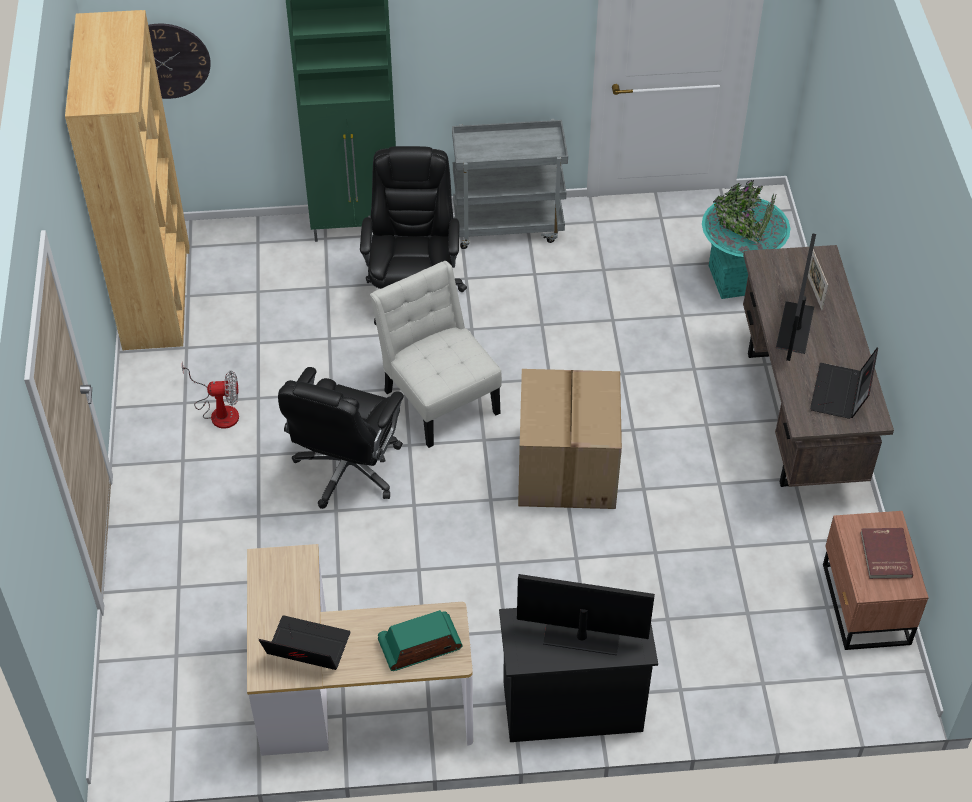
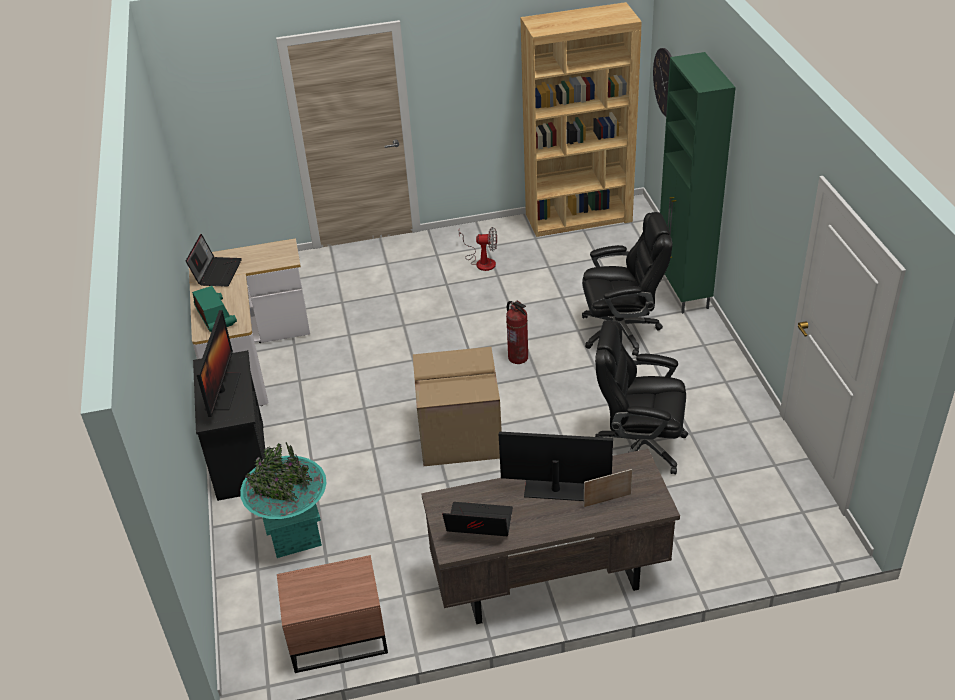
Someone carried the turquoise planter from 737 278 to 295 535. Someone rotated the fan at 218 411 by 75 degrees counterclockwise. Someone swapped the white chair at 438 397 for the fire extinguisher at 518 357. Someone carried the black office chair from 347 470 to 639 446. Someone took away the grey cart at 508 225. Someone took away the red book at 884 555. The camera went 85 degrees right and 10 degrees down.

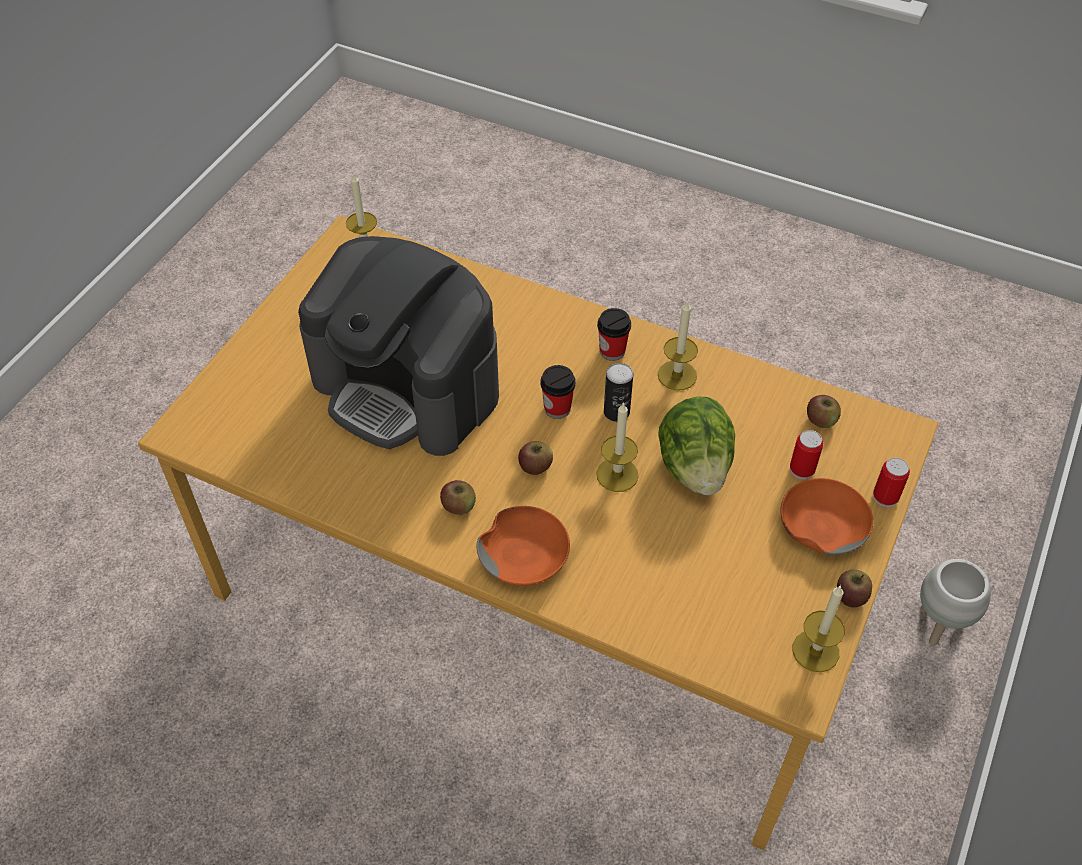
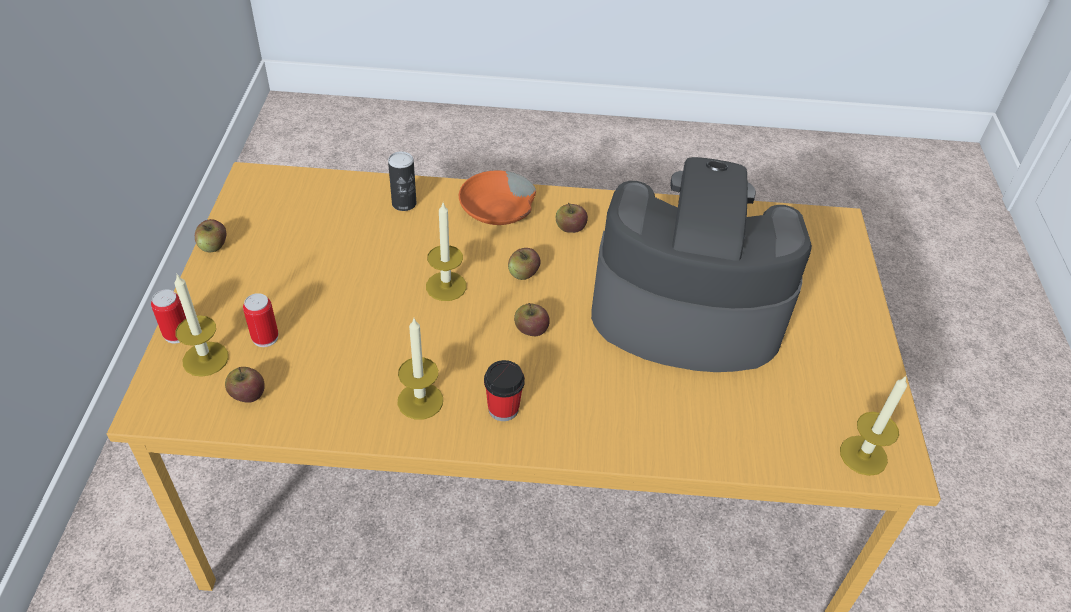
Someone carried the candle from 815 651 to 205 359. Someone carried the can from 616 412 to 404 203. Someone swapped the cup at 557 408 for the apple at 531 330. Someone took away the lettuce at 694 467. Someone took away the orange bowl at 821 525. Someone took away the white planter at 938 626. The camera went 155 degrees right and 5 degrees down.

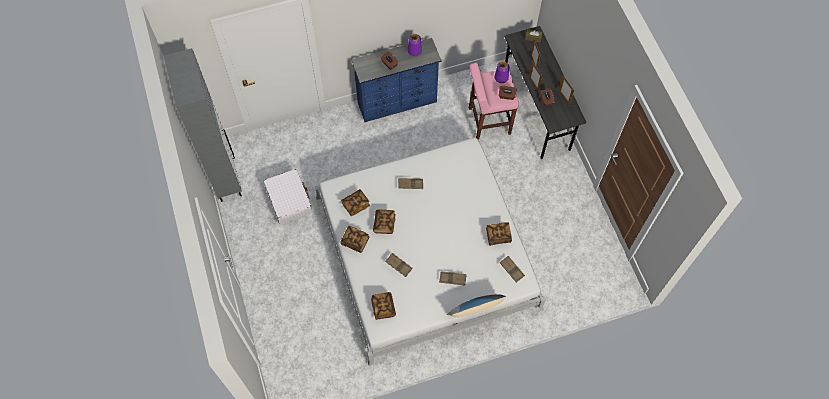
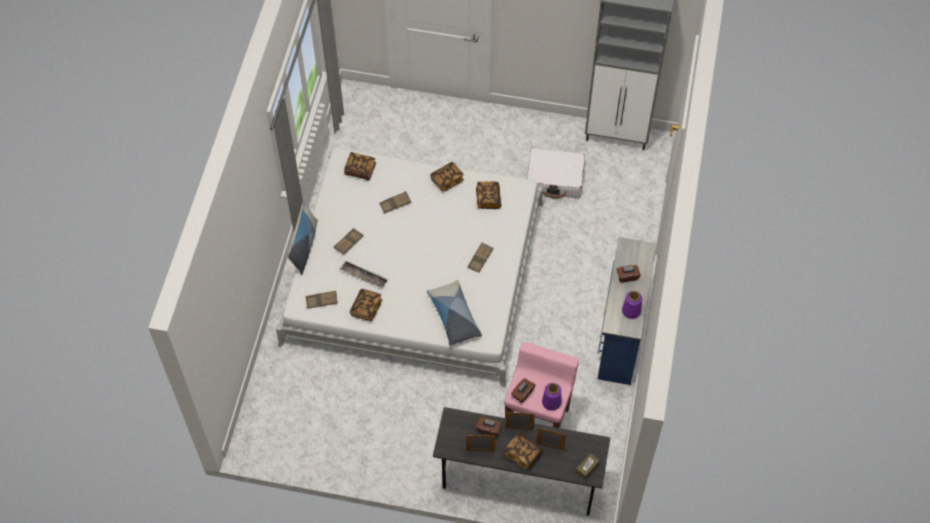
Someone put down the tray at 364 276. Someone put down the pillow at 454 317. Someone carried the book from 384 224 to 523 454. The camera went 120 degrees right and 5 degrees down.

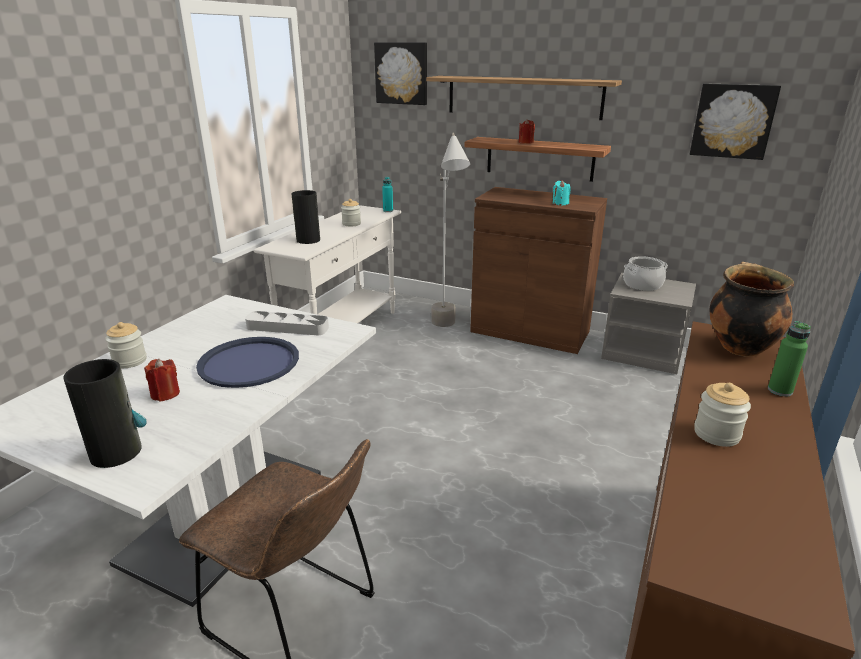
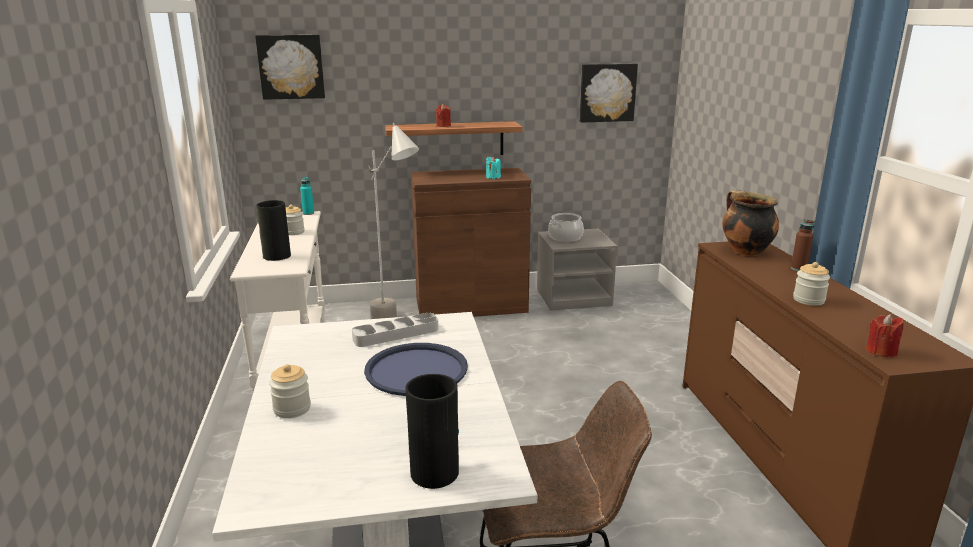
Someone repainted the green bottle at 780 390, which became the brown bottle at 798 269. Someone carried the red candle from 165 394 to 881 351. Someone took away the shelf at 523 97. The camera went 35 degrees left and 5 degrees down.

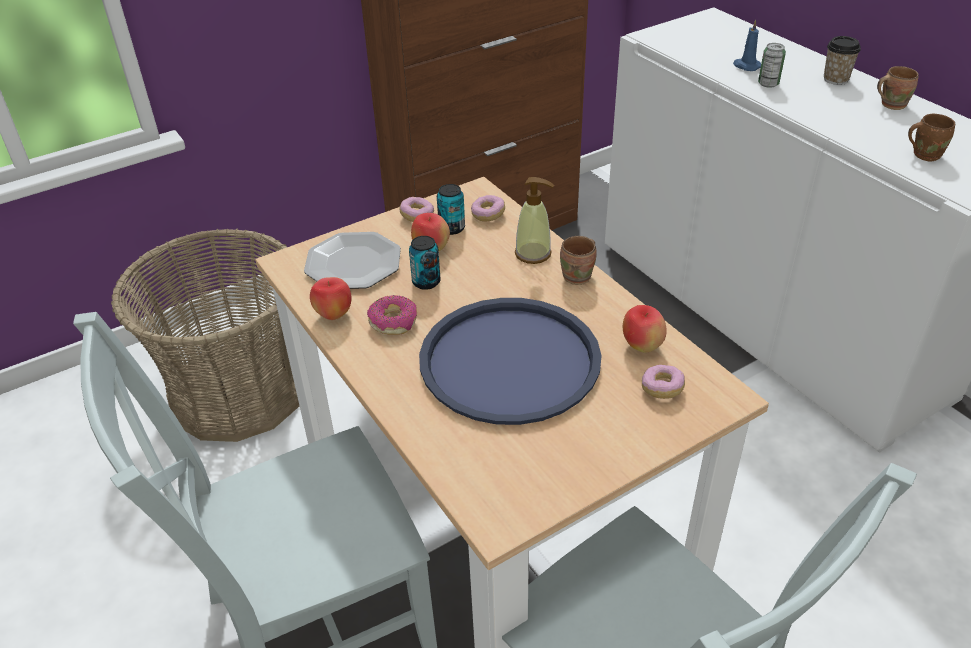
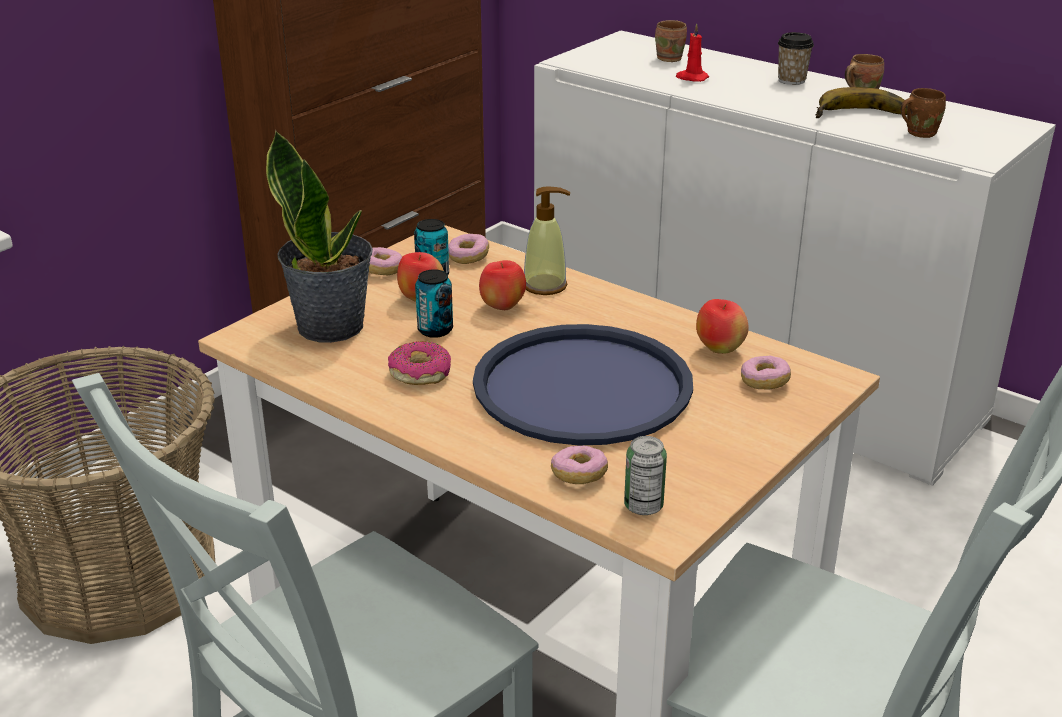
Someone swapped the plate at 353 263 for the potted plant at 331 326. Someone carried the apple from 334 315 to 502 307. Someone put down the donut at 579 475. Someone carried the can from 768 84 to 643 506. Someone carried the brown mug from 579 277 to 671 58. Someone repainted the blue candle at 746 66, which became the red candle at 691 78. Someone put down the banana at 862 116. The camera went 20 degrees left and 10 degrees down.

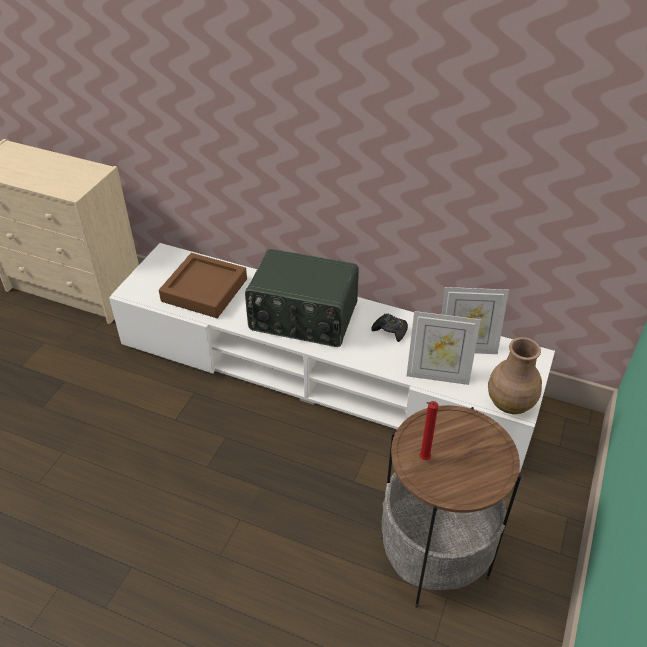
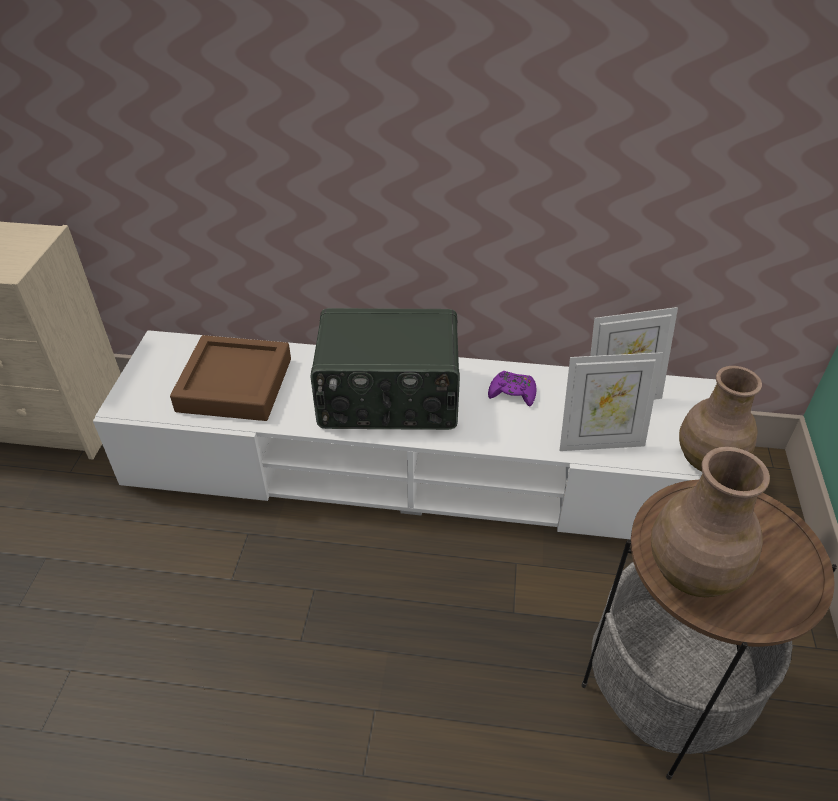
Someone repainted the black game controller at 390 330, which became the purple game controller at 512 393. Someone swapped the red candle at 423 459 for the brown vase at 690 572. The camera went 15 degrees left and 0 degrees up.

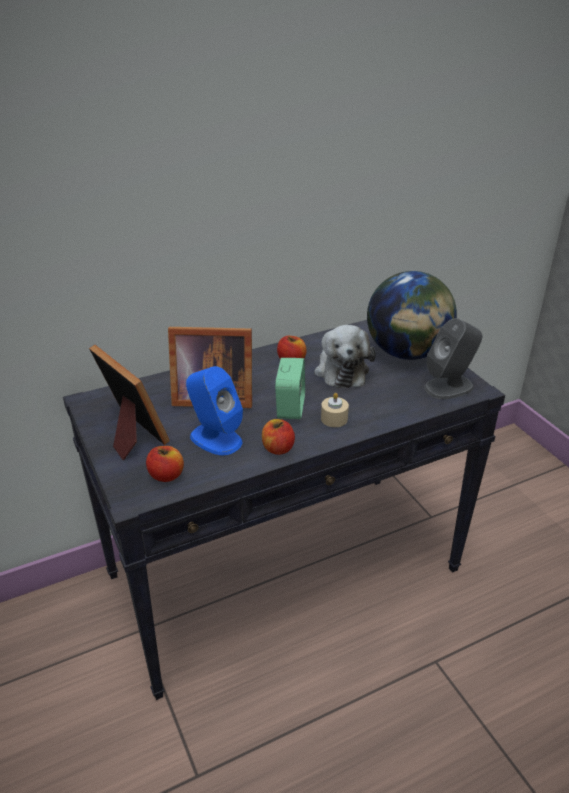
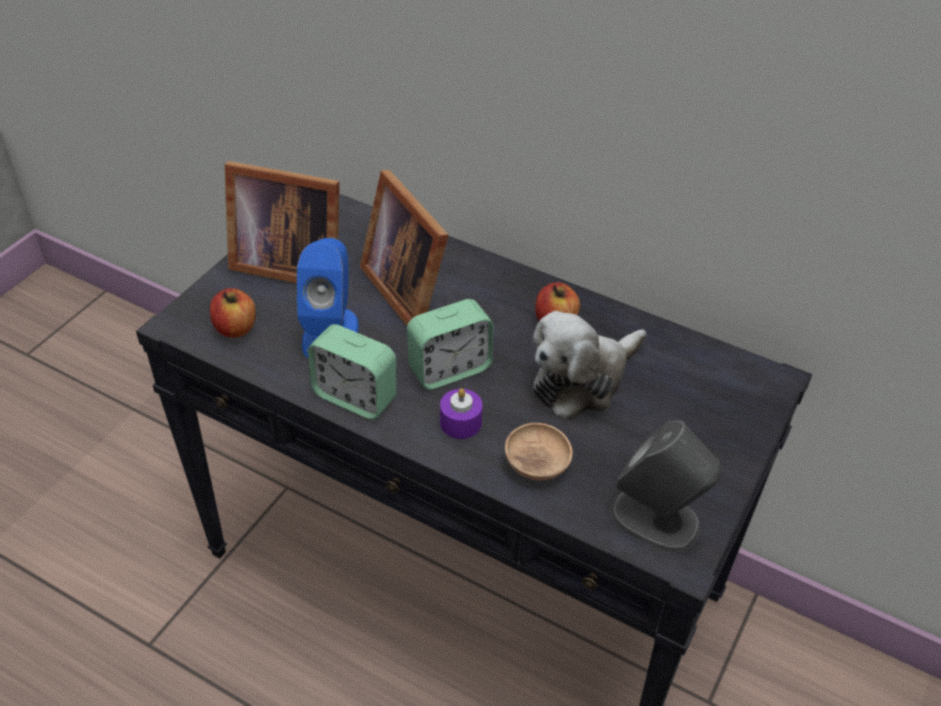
Someone rotated the picture frame at 130 433 by 90 degrees clockwise. Someone swapped the apple at 278 448 for the alarm clock at 355 397. Someone repainted the beige candle at 334 419, which became the purple candle at 460 422. Someone put down the brown bowl at 537 464. Someone took away the globe at 407 353. The camera went 55 degrees right and 10 degrees up.

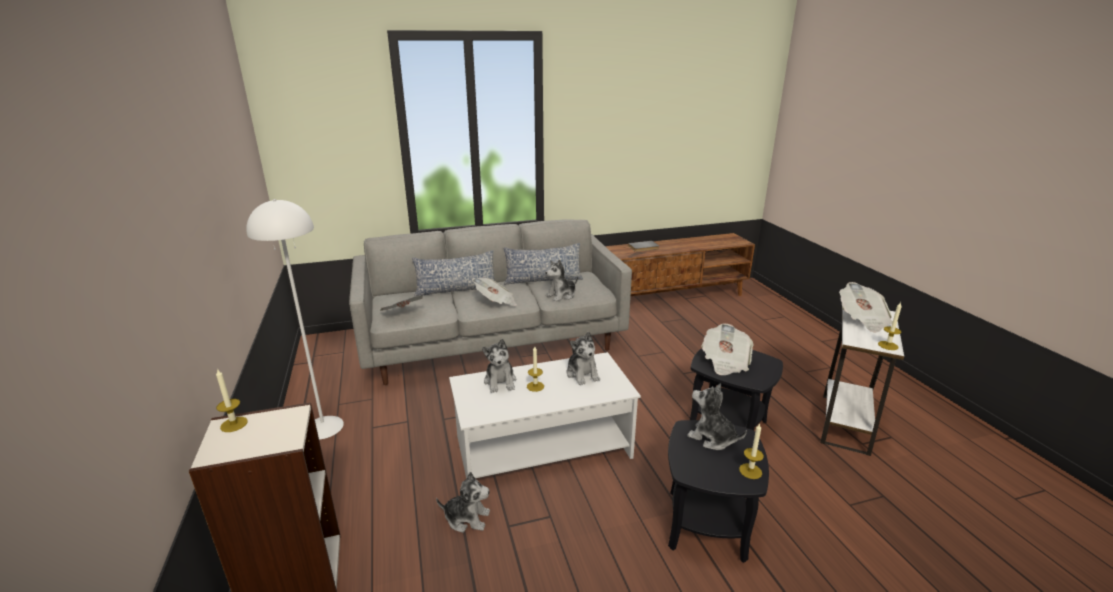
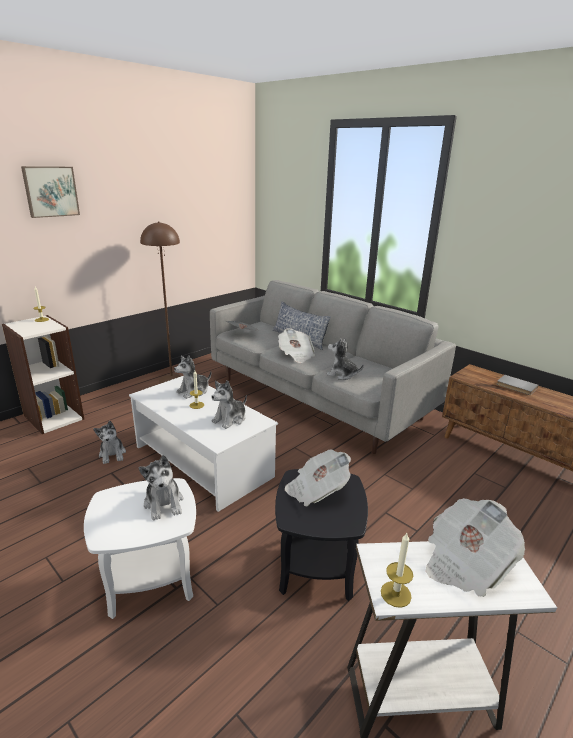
Someone put up the picture at 50 191. Someone repainted the black side table at 706 524, which became the white side table at 150 579. Someone rotated the plush toy at 712 438 by 150 degrees clockwise. Someone repainted the white floor lamp at 323 427, which became the brown floor lamp at 171 379. Someone took away the pillow at 543 280. Someone took away the candle at 750 471. The camera went 60 degrees right and 0 degrees up.

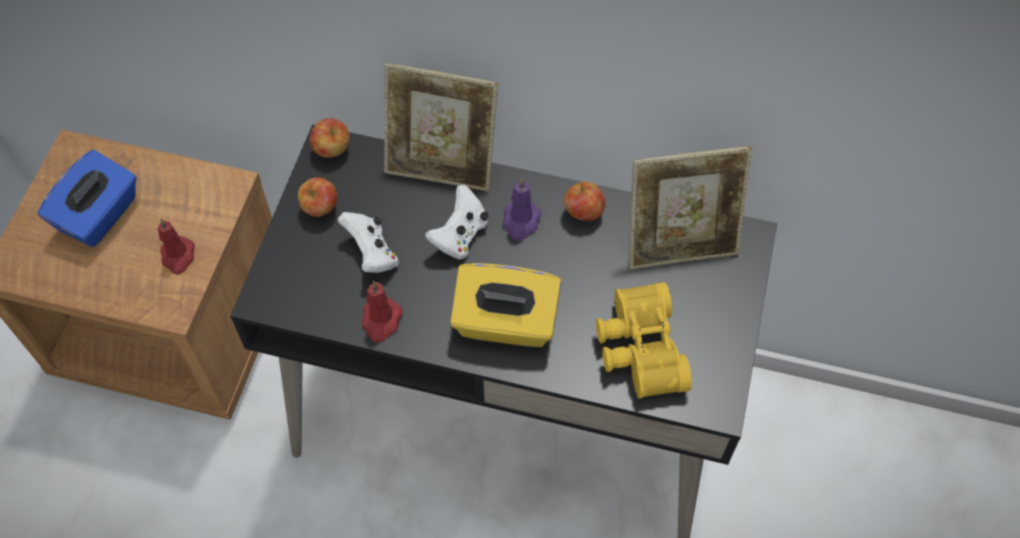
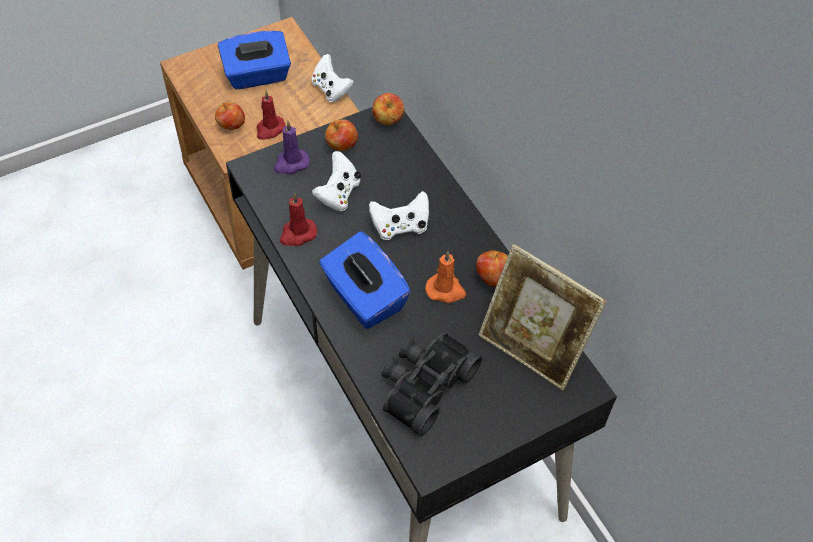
Someone put down the apple at 231 126. Someone carried the purple candle from 520 221 to 291 163. Someone put down the white game controller at 331 90. Someone repainted the yellow tissue box at 505 323, which became the blue tissue box at 364 297. Someone repainted the yellow binoculars at 637 349, which became the black binoculars at 423 384. Someone put down the orange candle at 446 290. Someone took away the picture frame at 442 166. The camera went 45 degrees right and 5 degrees down.

